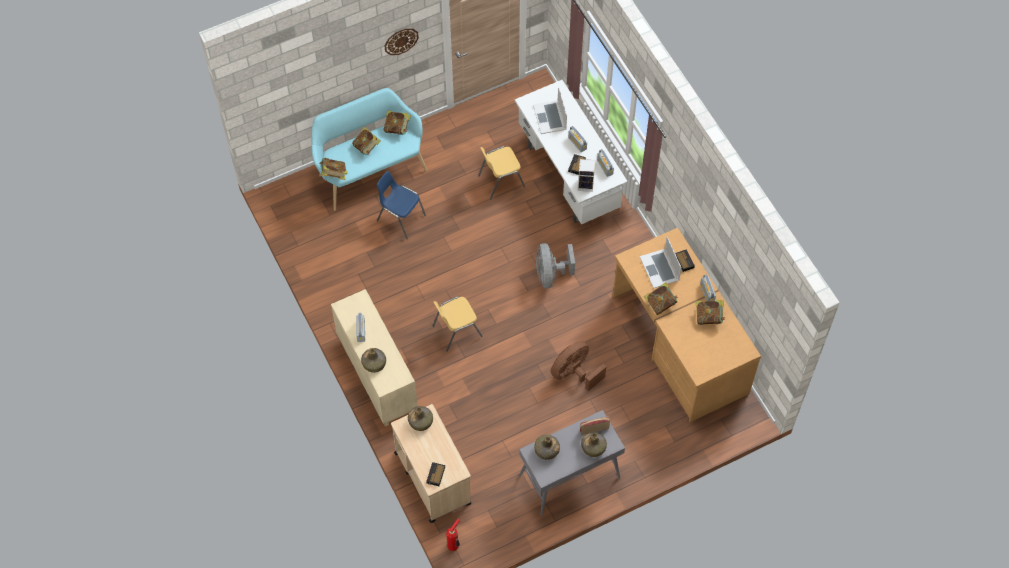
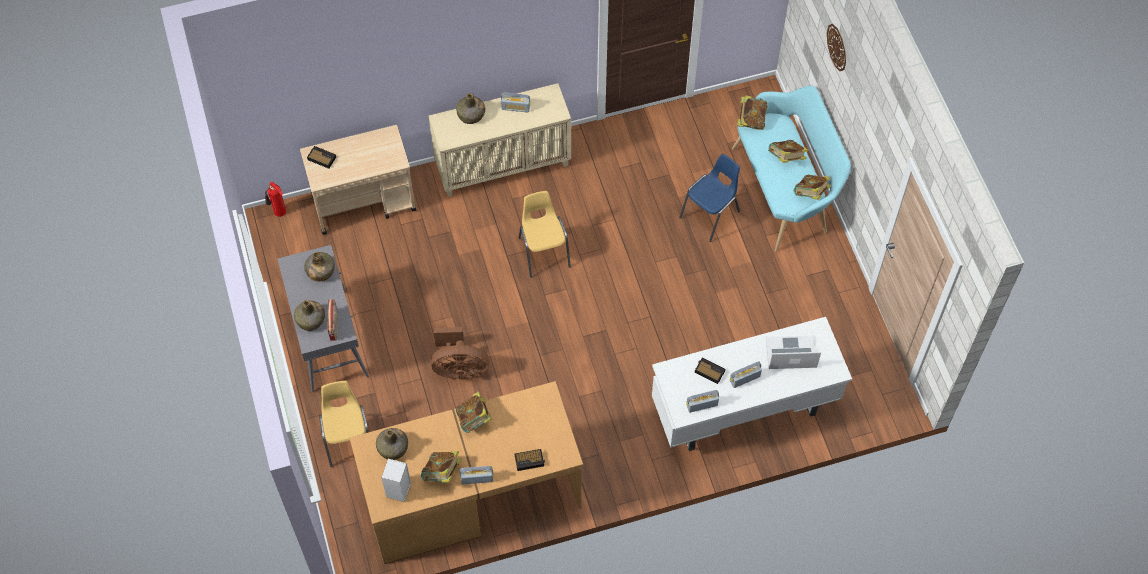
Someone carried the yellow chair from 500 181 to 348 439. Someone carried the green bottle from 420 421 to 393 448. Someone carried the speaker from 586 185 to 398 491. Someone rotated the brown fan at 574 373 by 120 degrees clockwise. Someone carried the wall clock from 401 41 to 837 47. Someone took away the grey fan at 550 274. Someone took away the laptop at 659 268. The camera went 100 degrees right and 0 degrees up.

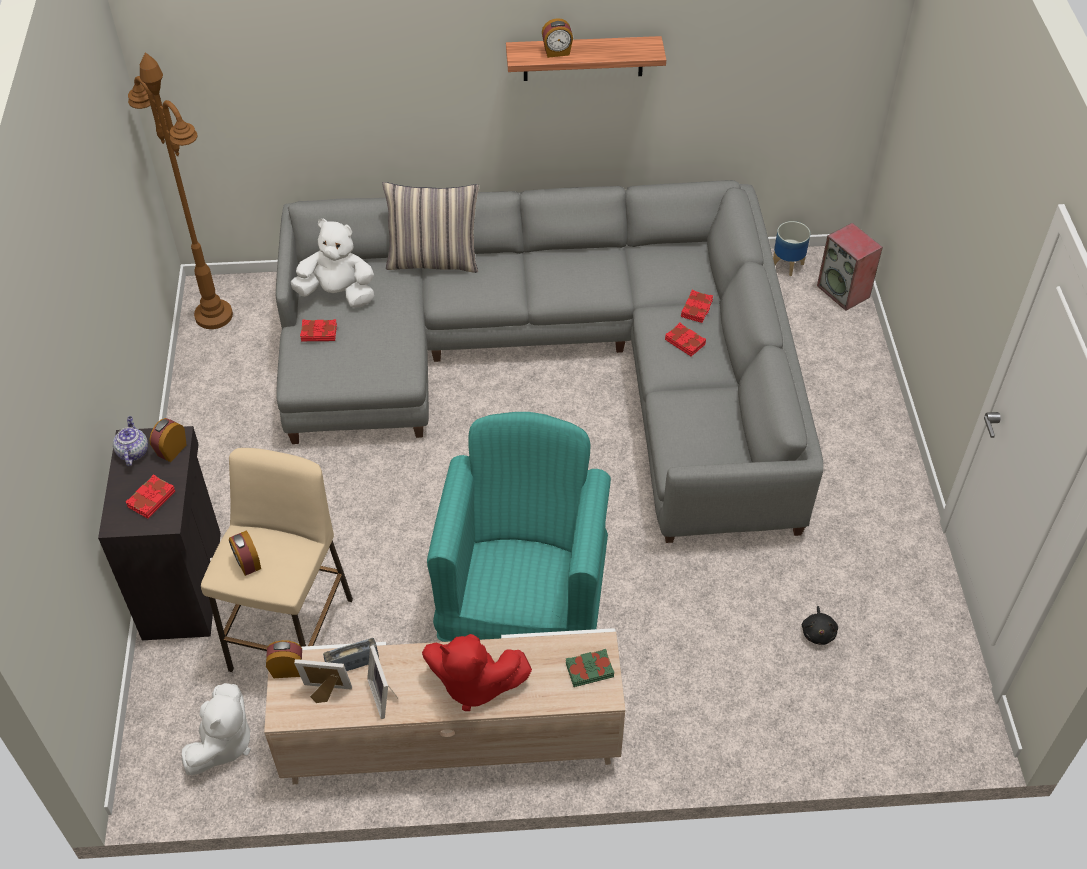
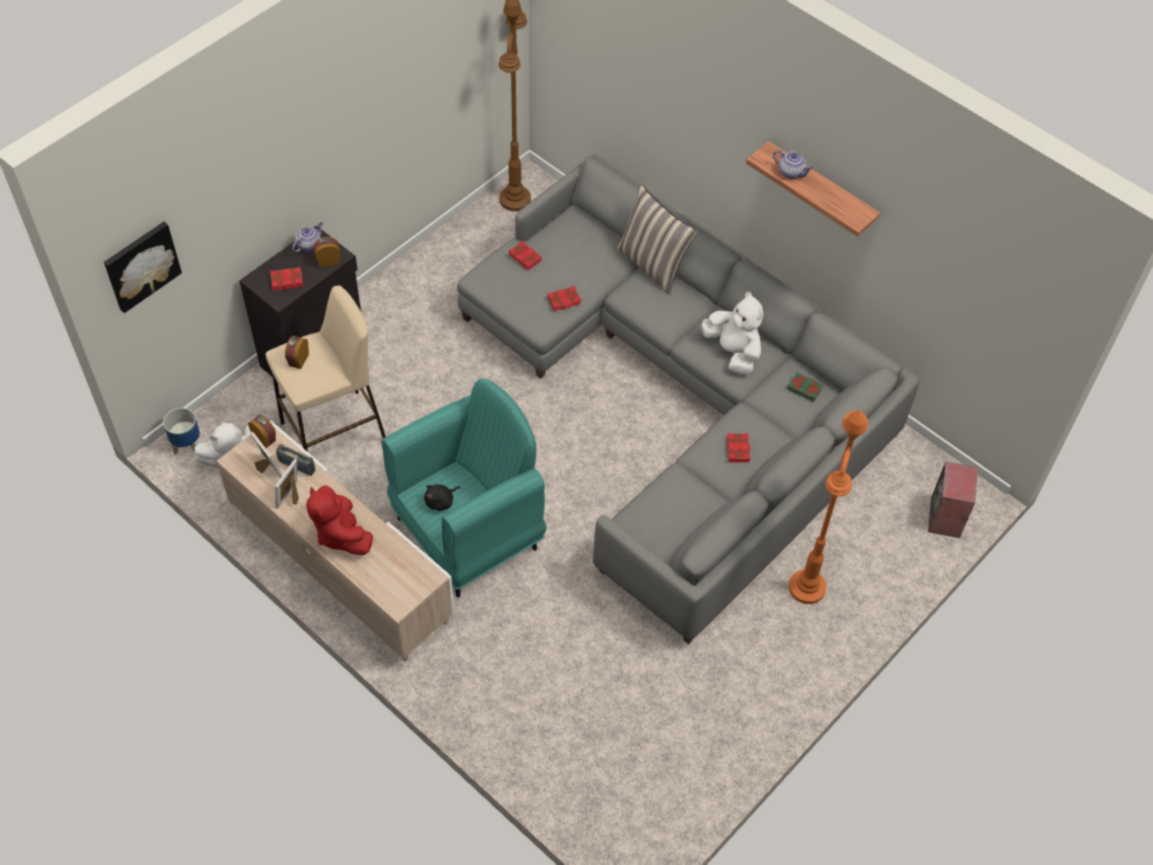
Someone put up the picture at 141 265. Someone carried the planter from 788 264 to 187 445. Someone carried the black plush toy from 818 632 to 441 501. Someone carried the red book from 697 309 to 564 301. Someone carried the white plush toy from 338 294 to 733 351. Someone swapped the alarm clock at 557 52 for the teapot at 791 172. Someone carried the green book from 589 670 to 804 388. Someone put down the orange floor lamp at 807 588. The camera went 45 degrees right and 5 degrees up.

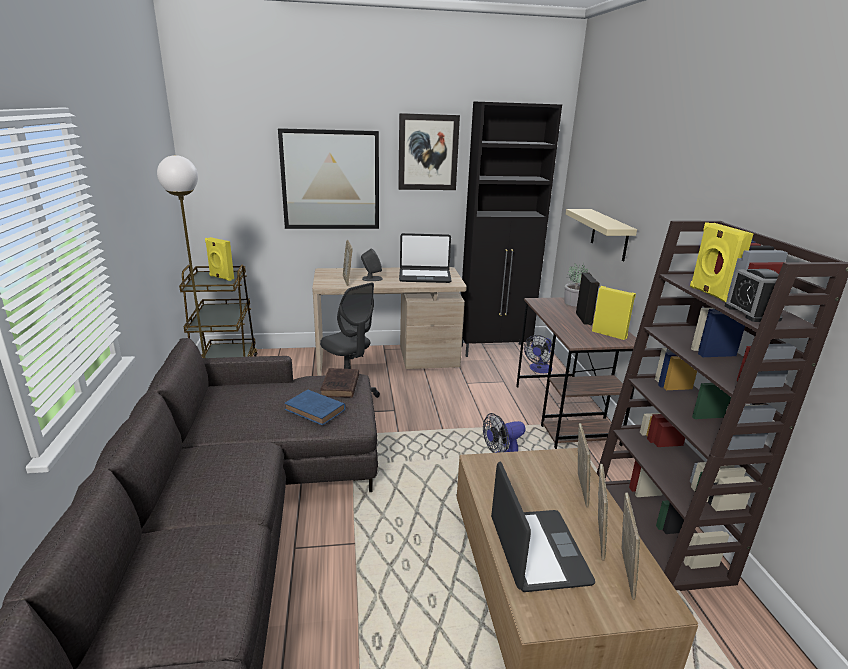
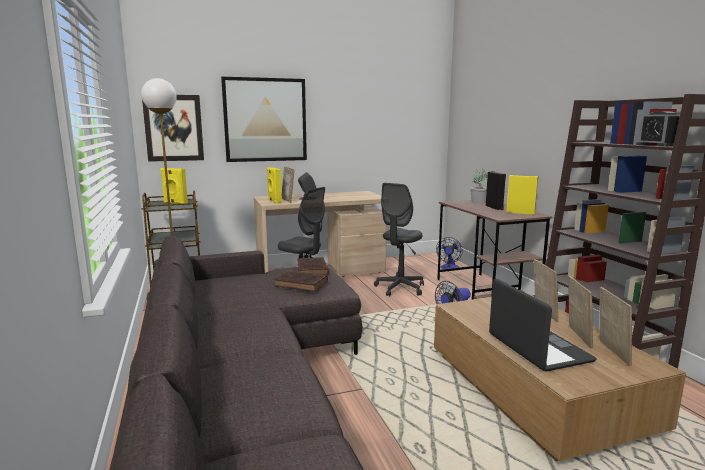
Someone carried the picture from 428 152 to 173 128. Someone carried the yellow speaker from 710 294 to 274 201. Someone repainted the blue book at 316 410, which became the brown book at 302 284. Someone put down the grey office chair at 400 288. Someone took away the laptop at 424 276. Someone took away the black cabinet at 495 350. Someone took away the beige shelf at 609 235. The camera went 10 degrees left and 10 degrees down.

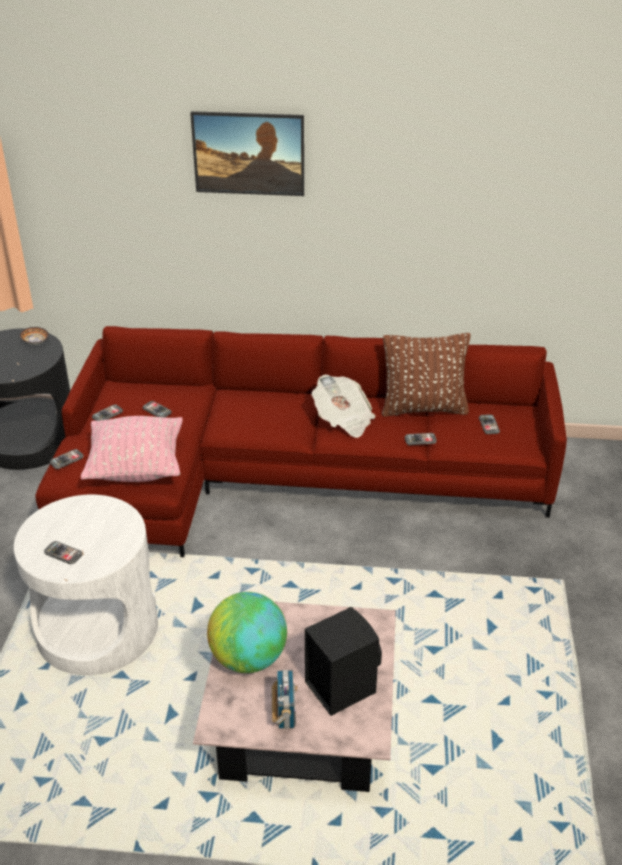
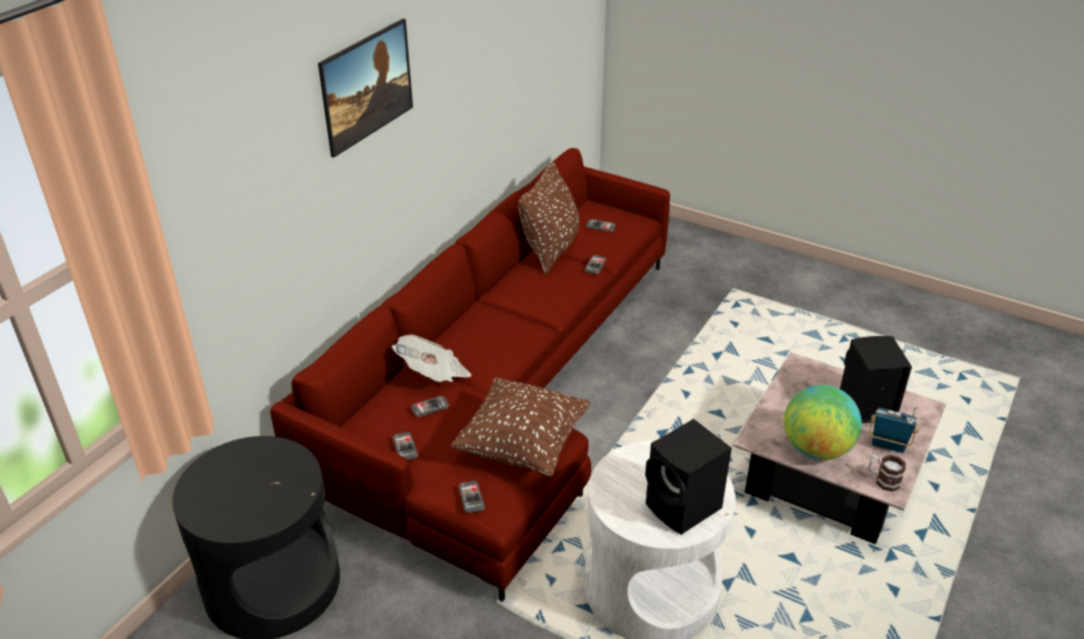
Someone carried the newspaper from 343 419 to 434 374. Someone repainted the pink pillow at 136 468, which became the brown pillow at 522 446. Someone swapped the phone at 63 553 for the black speaker at 684 508. Someone put down the mug at 882 480. Someone took away the bowl at 35 342. The camera went 65 degrees left and 0 degrees up.

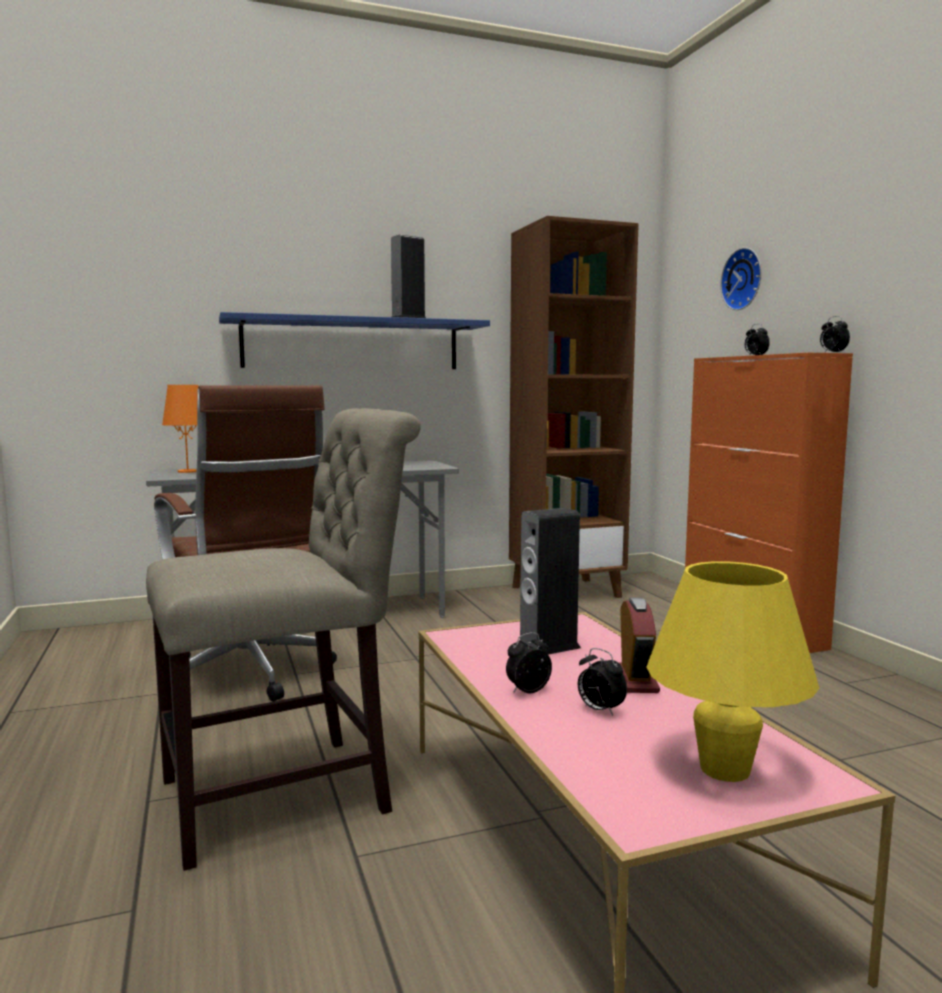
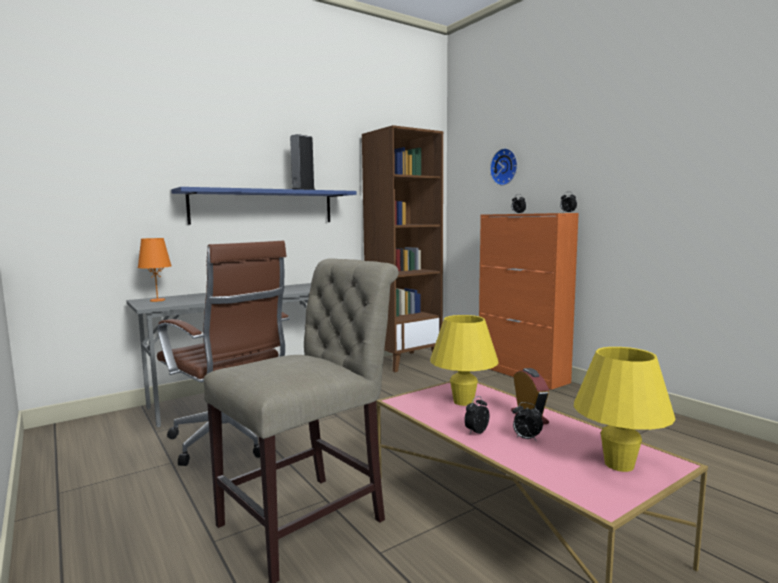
Someone swapped the speaker at 548 646 for the yellow table lamp at 463 402. The camera went 15 degrees left and 0 degrees up.

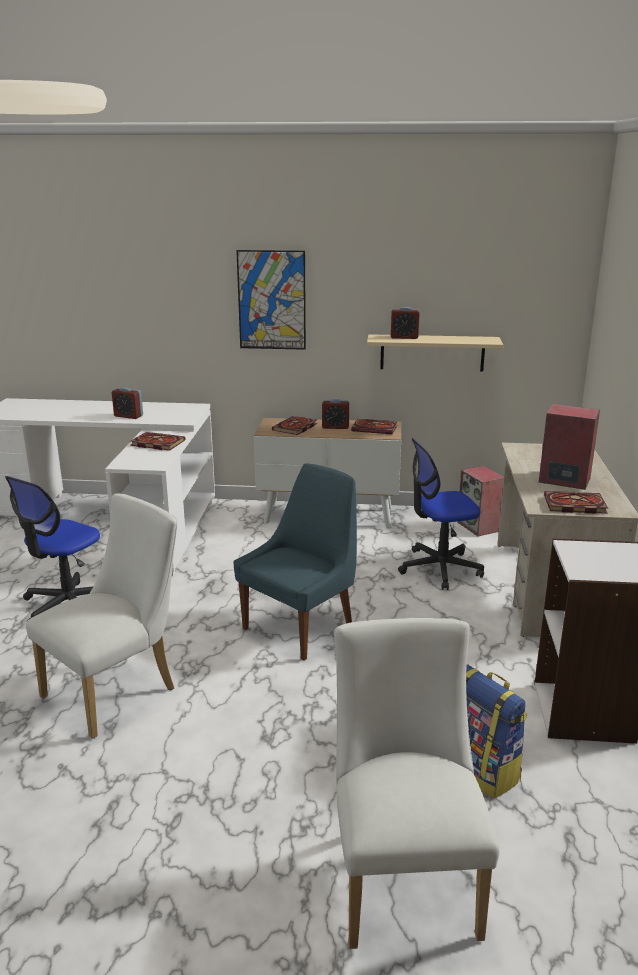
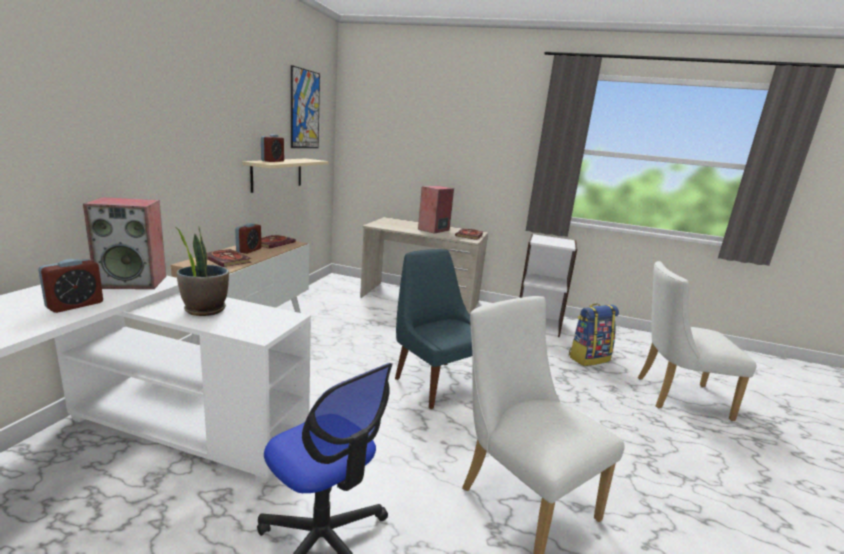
Someone carried the speaker from 479 526 to 133 282. Someone swapped the book at 156 443 for the potted plant at 205 309. Someone carried the picture from 271 300 to 305 109. Someone took away the office chair at 439 568. The camera went 80 degrees left and 5 degrees down.

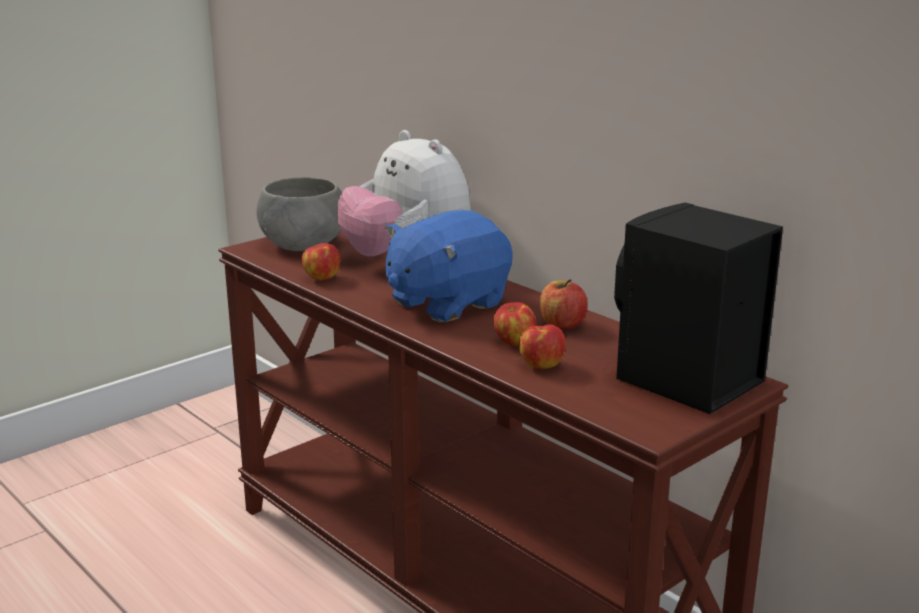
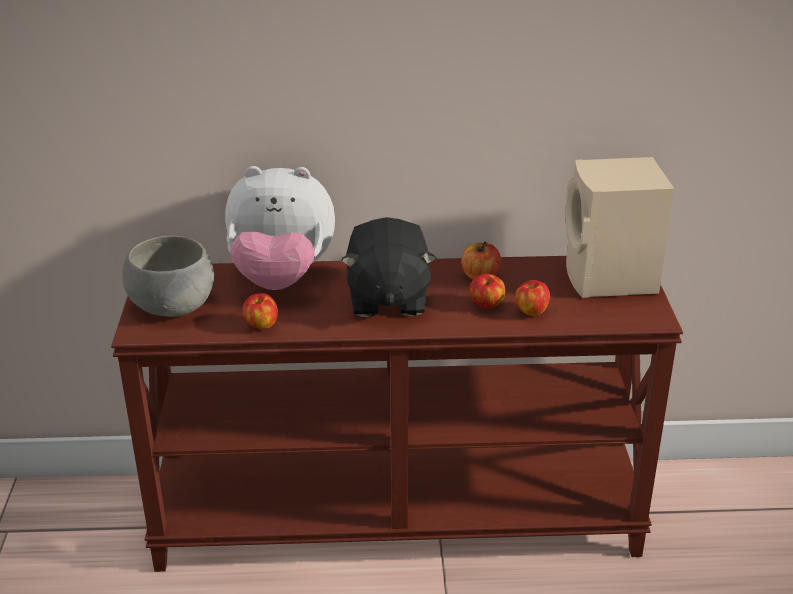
Someone repainted the blue plush toy at 446 303, which became the black plush toy at 387 299. Someone repainted the black speaker at 685 382, which became the beige speaker at 610 280. The camera went 50 degrees left and 10 degrees up.

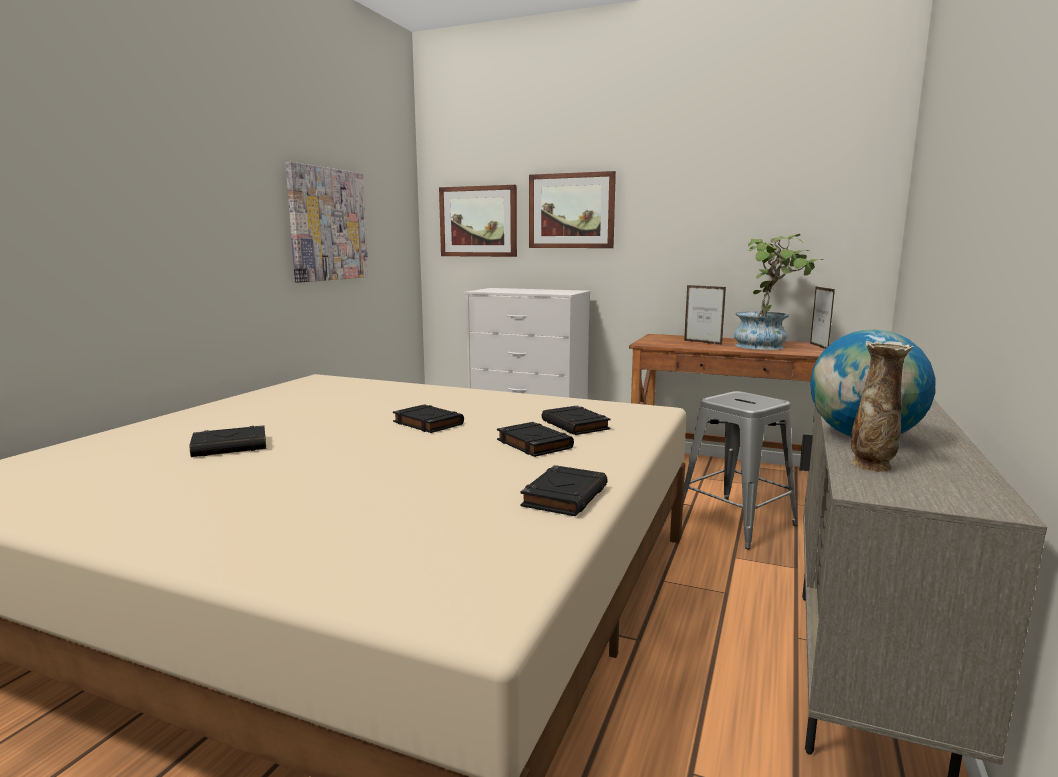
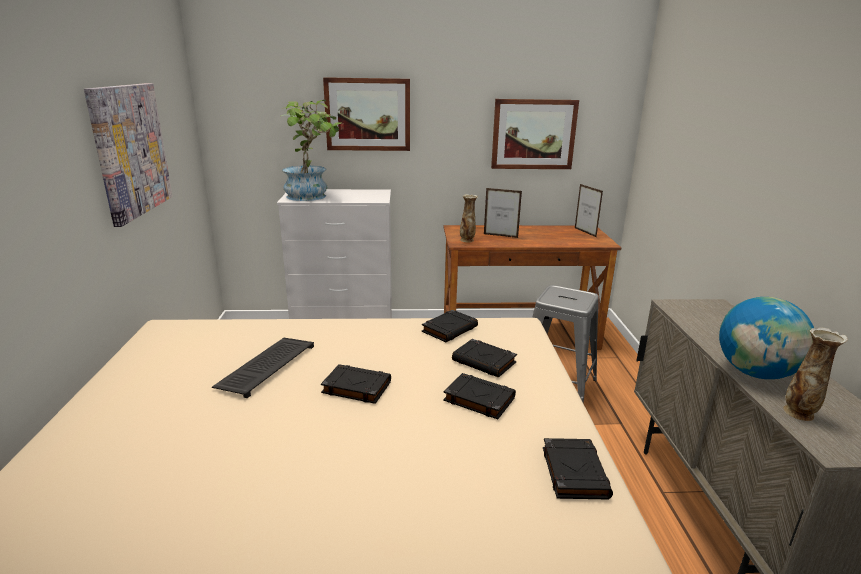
Someone put down the keyboard at 266 366. Someone carried the potted plant from 767 346 to 313 196. Someone carried the black book from 231 447 to 449 329. Someone put down the vase at 467 240. Someone carried the picture from 478 221 to 533 134. The camera went 25 degrees left and 10 degrees up.

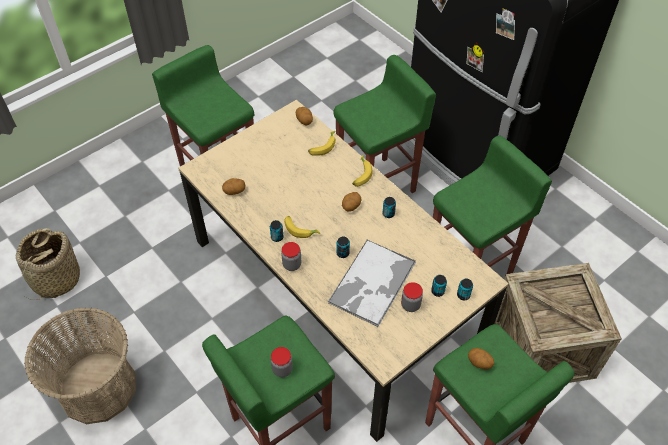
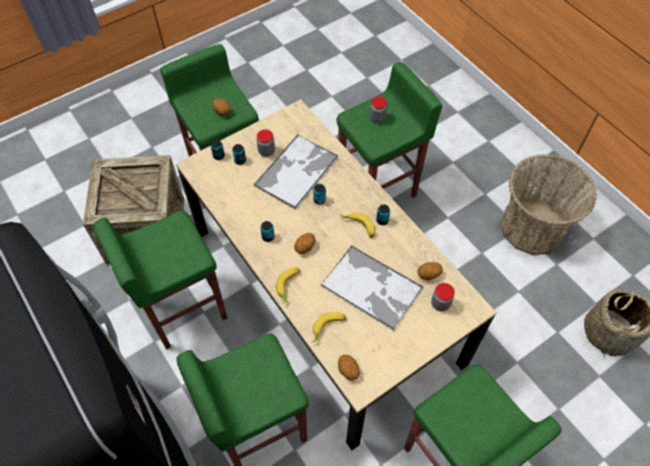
Someone put down the tray at 372 288. Someone carried the jar from 292 264 to 440 304. The camera went 175 degrees left and 5 degrees up.

